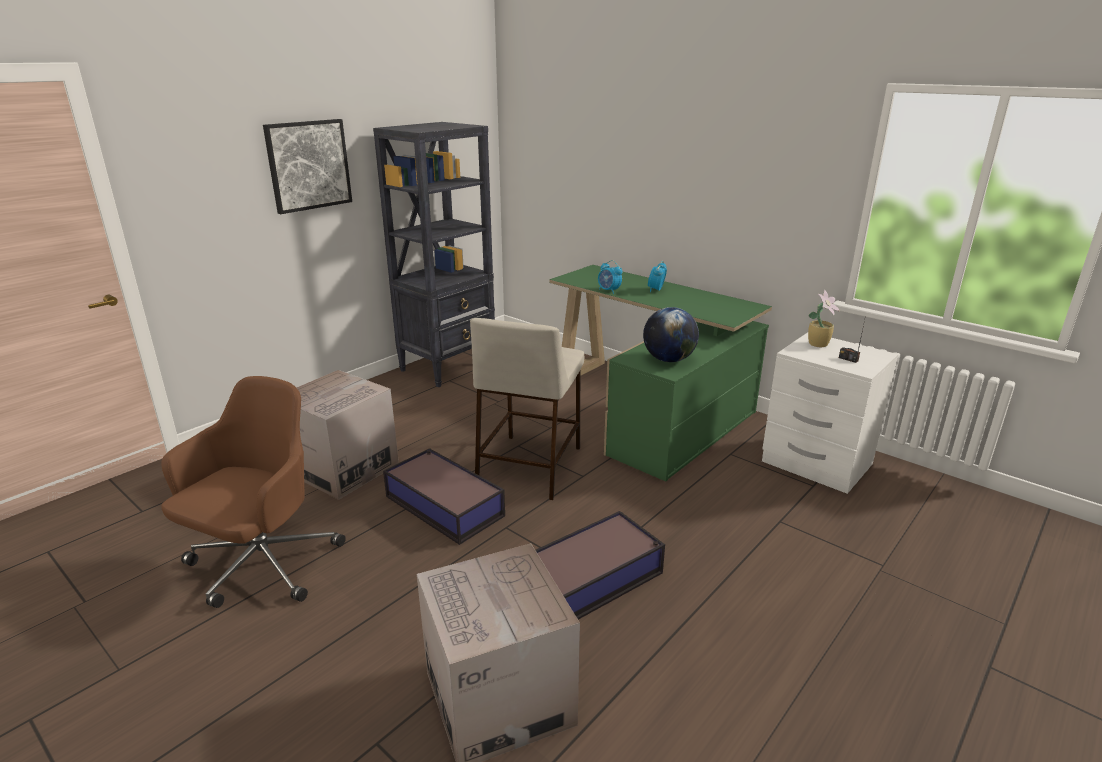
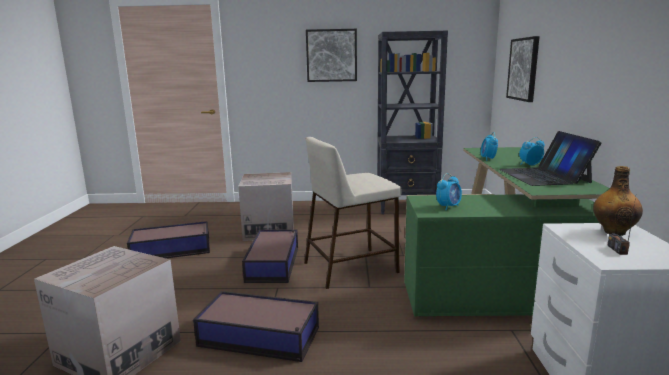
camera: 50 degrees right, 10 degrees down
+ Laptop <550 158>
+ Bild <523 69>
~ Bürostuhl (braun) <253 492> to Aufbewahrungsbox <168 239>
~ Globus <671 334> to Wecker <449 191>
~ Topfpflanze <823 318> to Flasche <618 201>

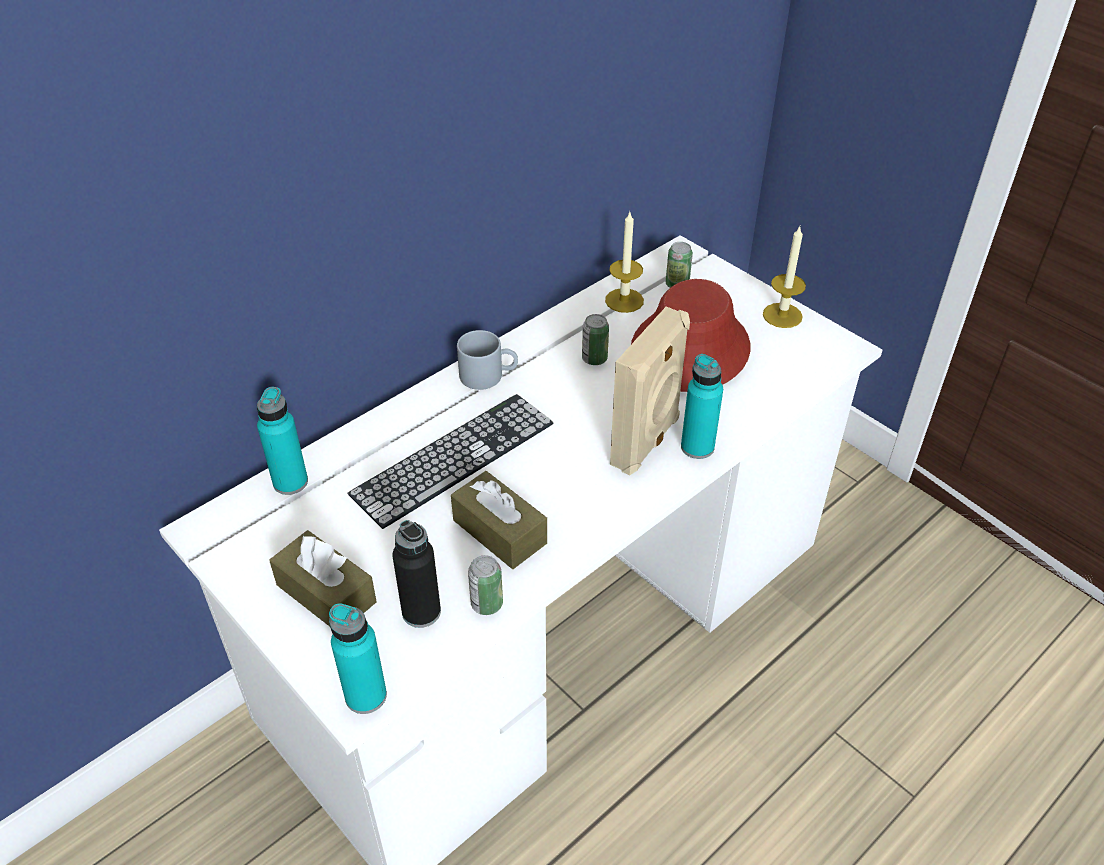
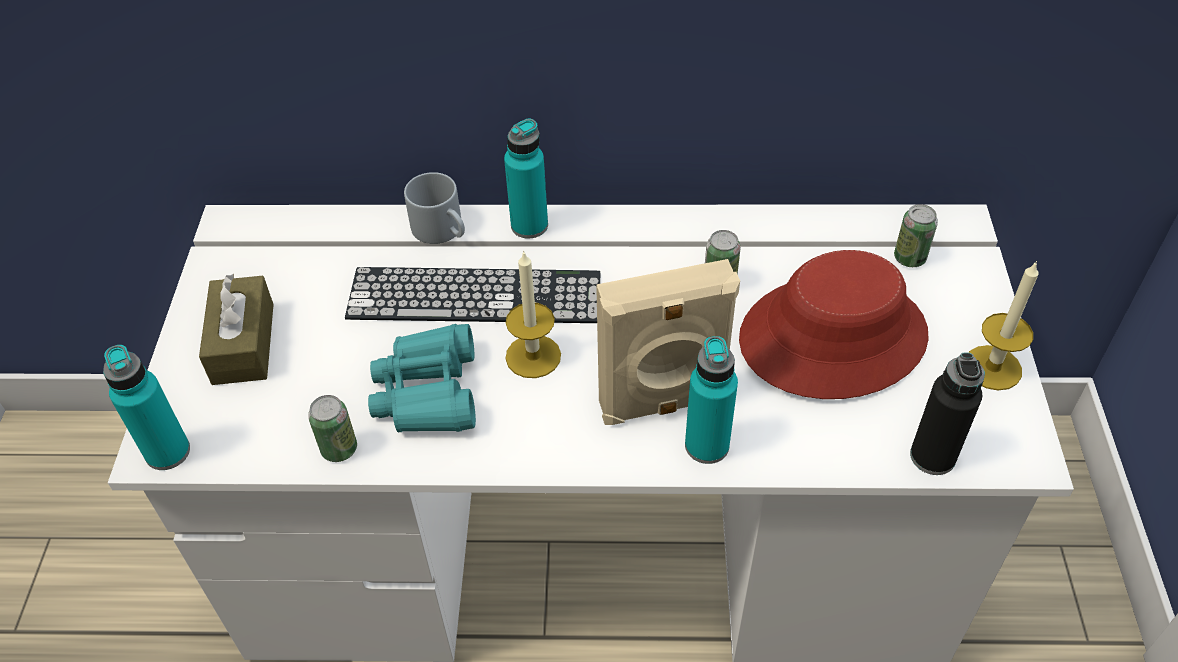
camera: 45 degrees right, 5 degrees up
~ Flasche (türkis) <282 441> to <526 179>
~ Flasche (schwarz) <416 574> to <947 414>
~ Henkelbecher (grau) <487 360> to <434 208>
~ Kerze <624 262> to <533 314>
~ Taschentuchbox (braun) <499 520> to Fernglas (türkis) <422 378>

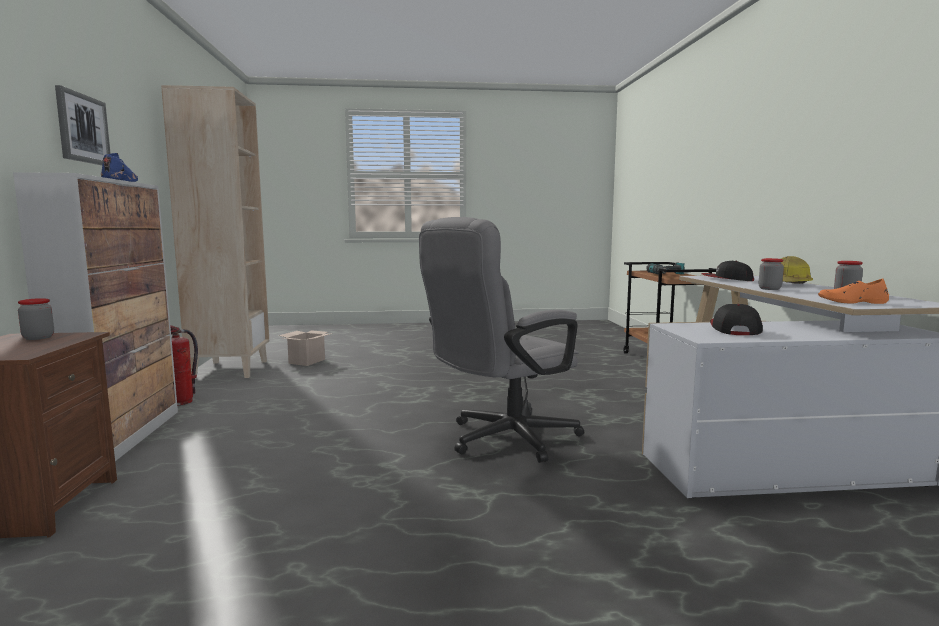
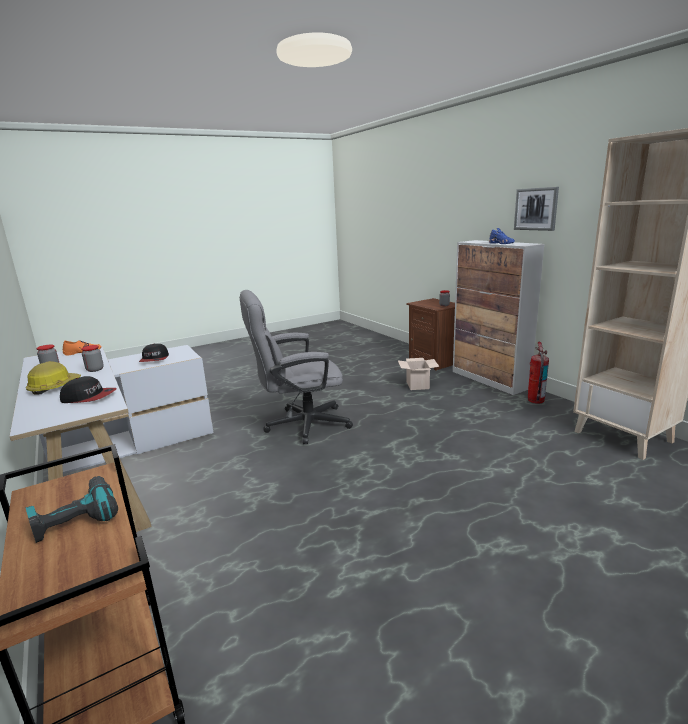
camera: 155 degrees right, 10 degrees up
~ Karton <305 348> to <418 374>
~ Bürostuhl (grau) <501 340> = <296 367> 135 degrees counterclockwise

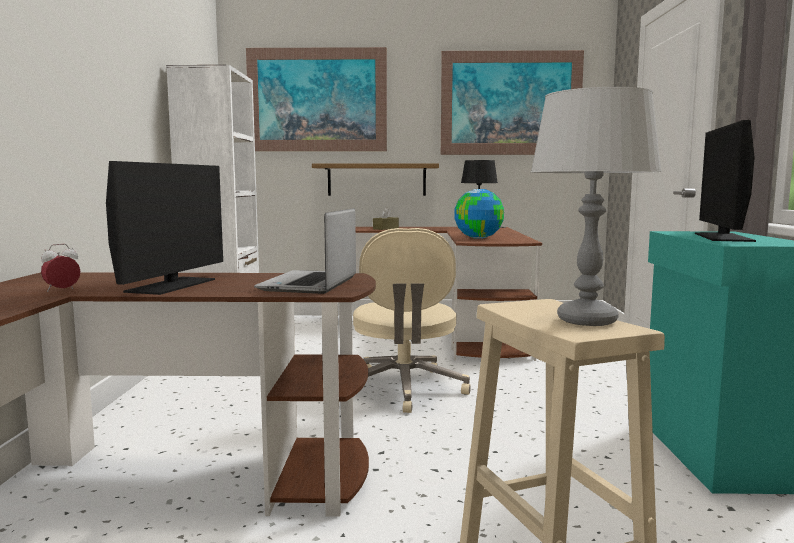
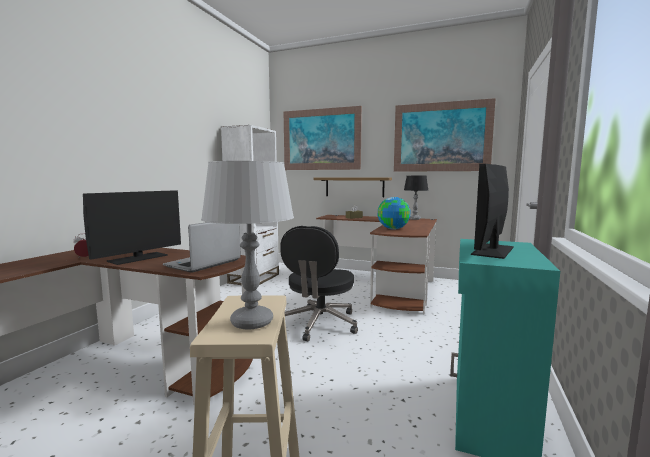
camera: 20 degrees right, 0 degrees up
~ Bürostuhl (beige) <412 320> to Bürostuhl (schwarz) <319 283>

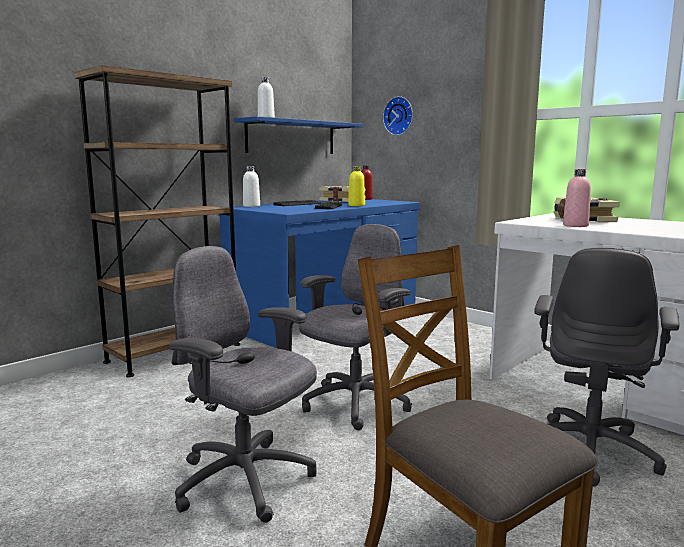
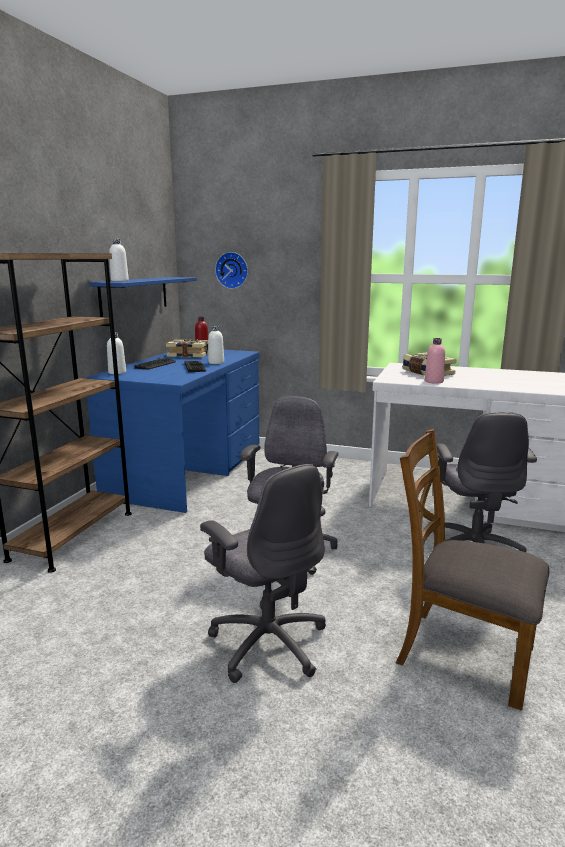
camera: 25 degrees left, 5 degrees up
~ Flasche (gelb) <356 186> to Flasche (weiß) <216 345>
~ Bürostuhl (grau) <243 384> = <263 573> 135 degrees counterclockwise

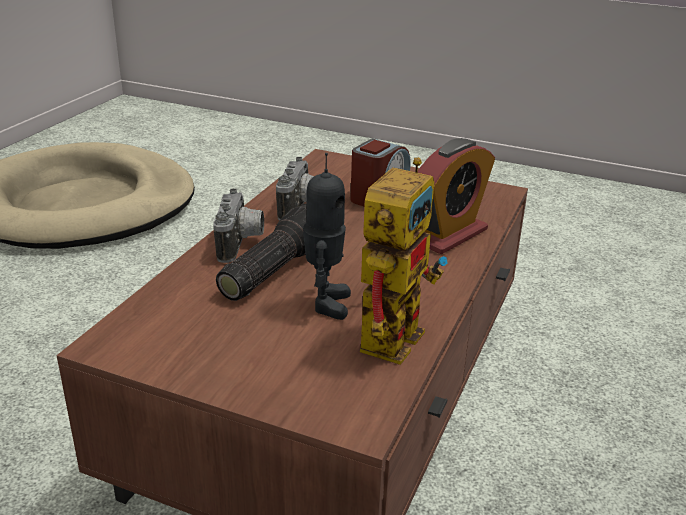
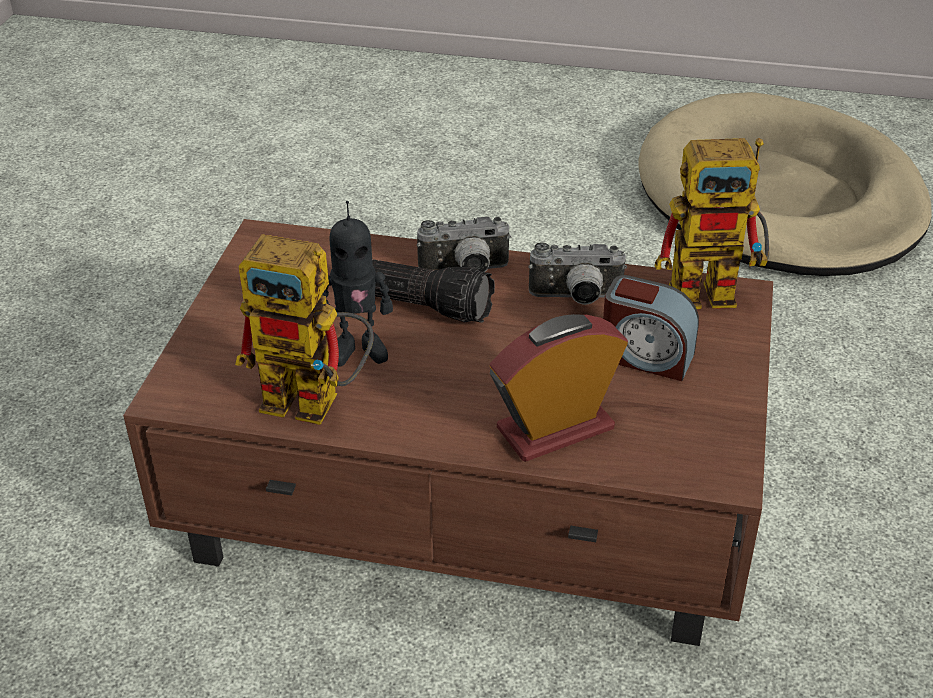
camera: 80 degrees right, 10 degrees up
+ Spielzeugroboter <712 223>
~ Wecker <456 196> = <558 388> 120 degrees clockwise

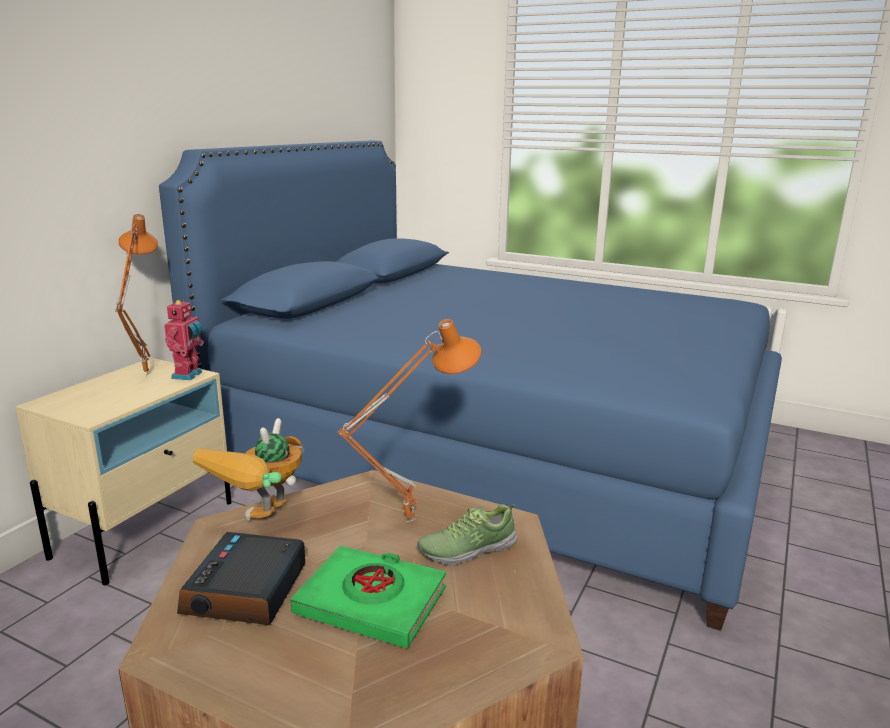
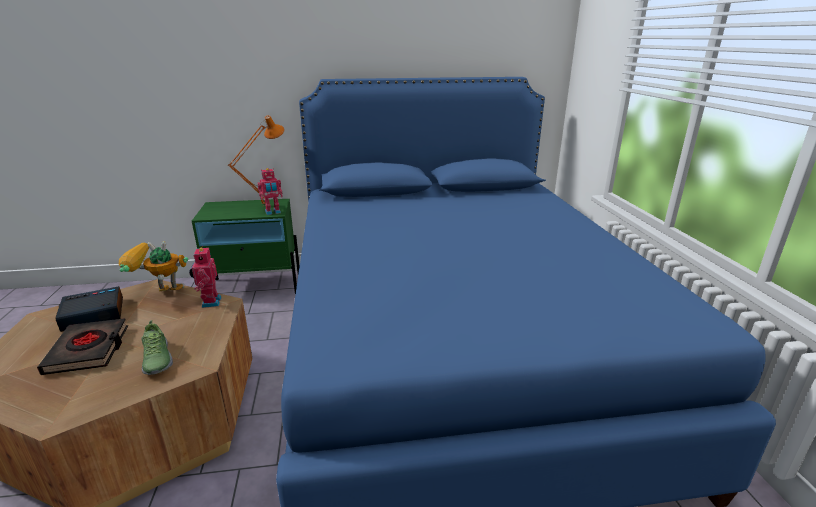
camera: 55 degrees right, 5 degrees up
- Tischlampe (orange) <409 420>
+ Spielzeugroboter <205 277>
~ Nachttisch (beige) <123 471> to Nachttisch (grün) <245 246>
~ Buch (grün) <368 597> to Buch (schwarz) <82 346>
~ Schuh <467 534> = <157 347> 150 degrees counterclockwise

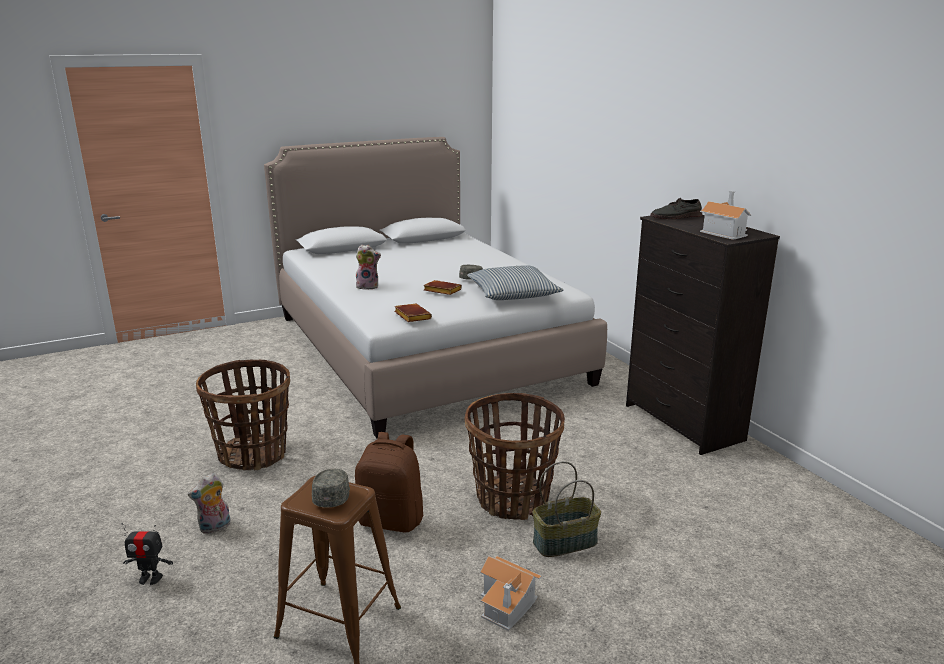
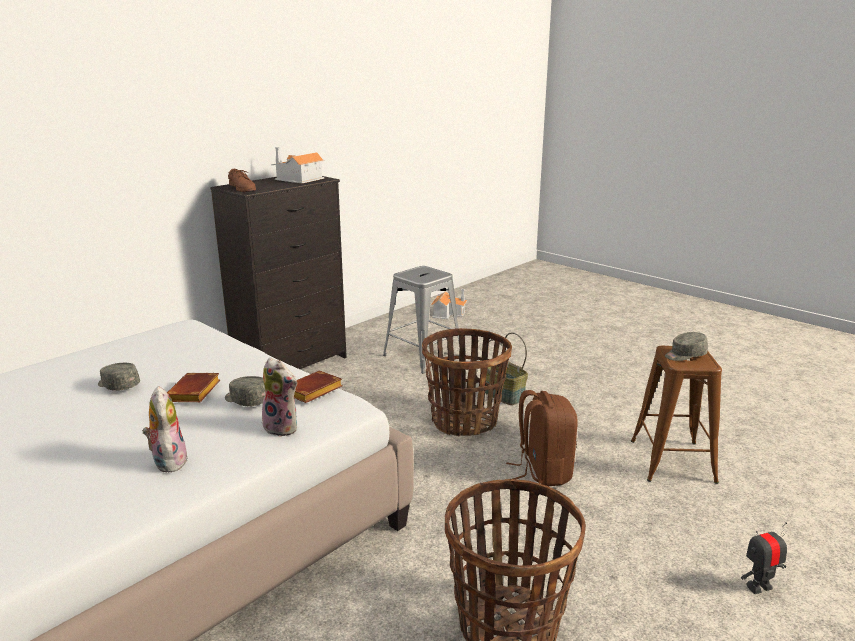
camera: 110 degrees left, 0 degrees up
- Kissen <515 282>
+ Kappe (grau) <245 391>
+ Hocker (grau) <421 319>
~ Plüschtier <209 503> to <279 397>
~ Spielzeughaus <511 593> to <449 304>
~ Schuh (grau) <676 208> to Schuh (braun) <242 180>
~ Spielzeugroboter <147 554> = <764 558> 90 degrees counterclockwise

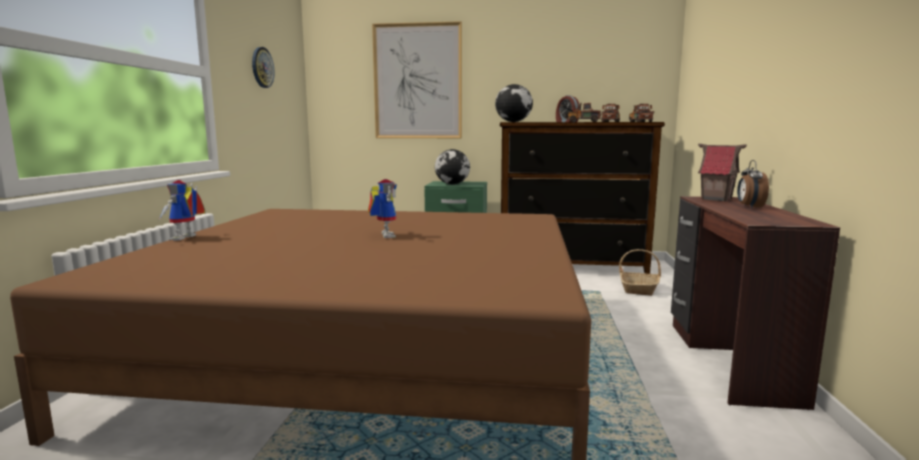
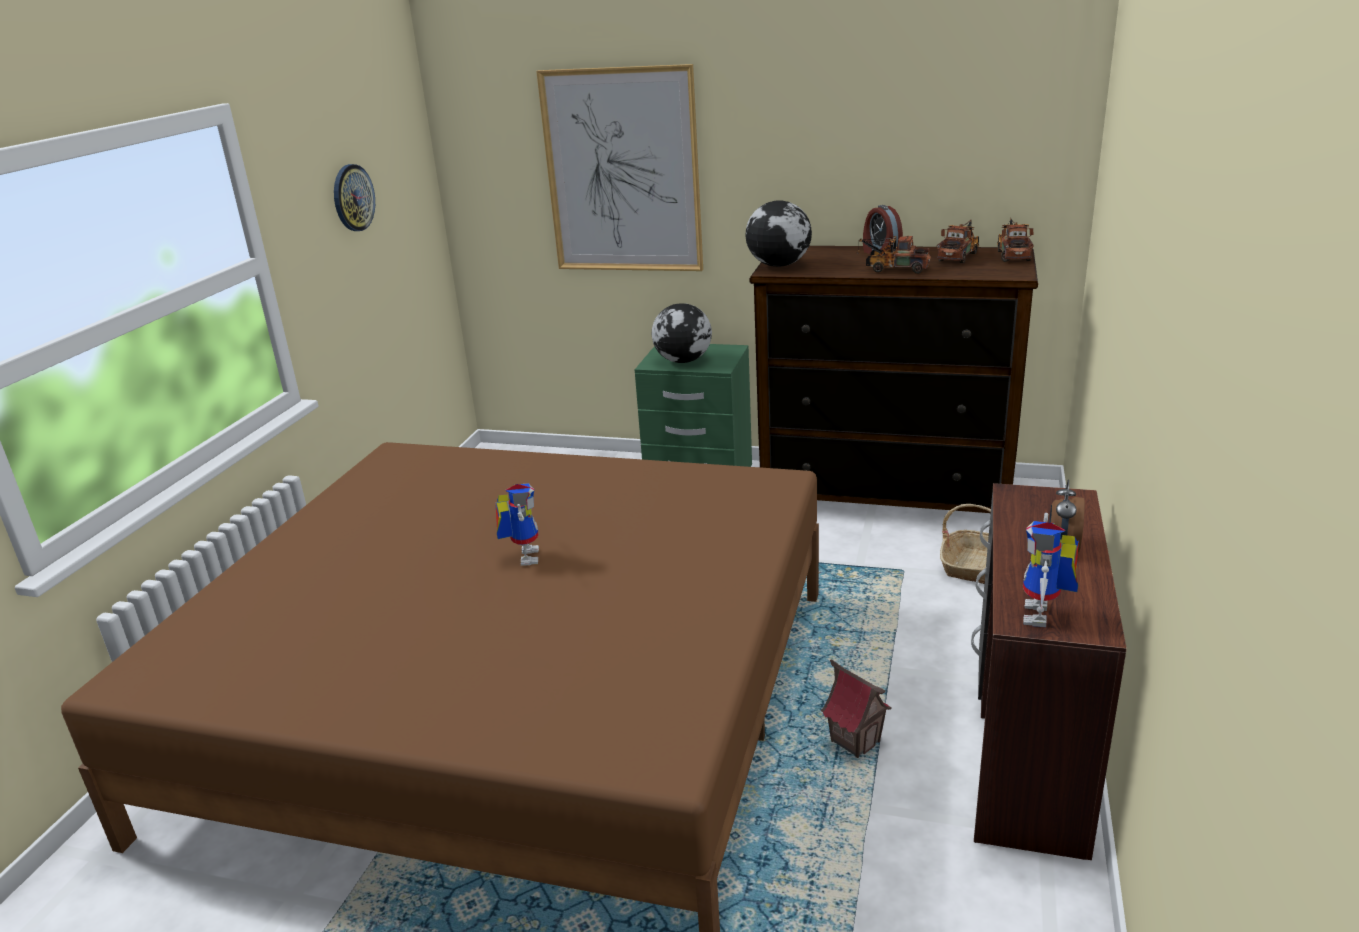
camera: 10 degrees right, 15 degrees up
~ Spielzeugroboter <181 210> to <1051 570>
~ Spielzeughaus <722 172> to <856 708>

